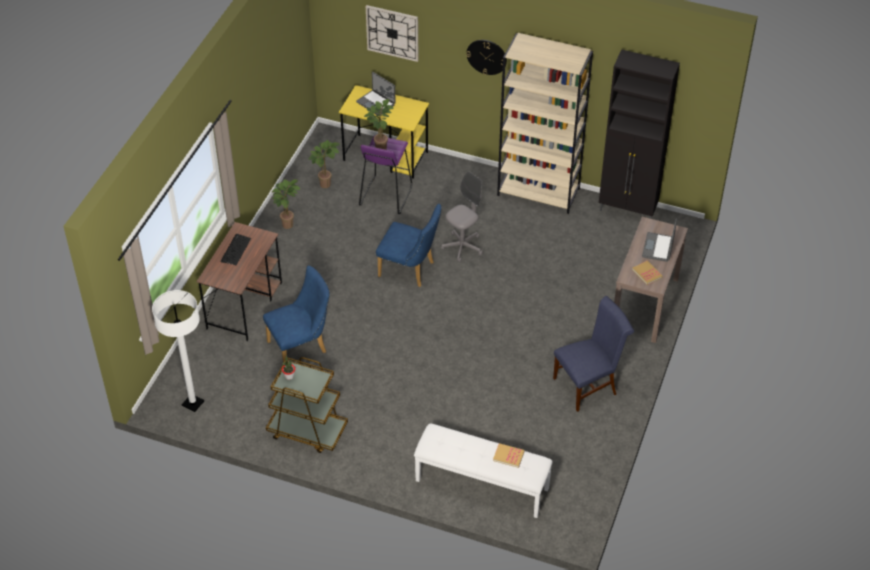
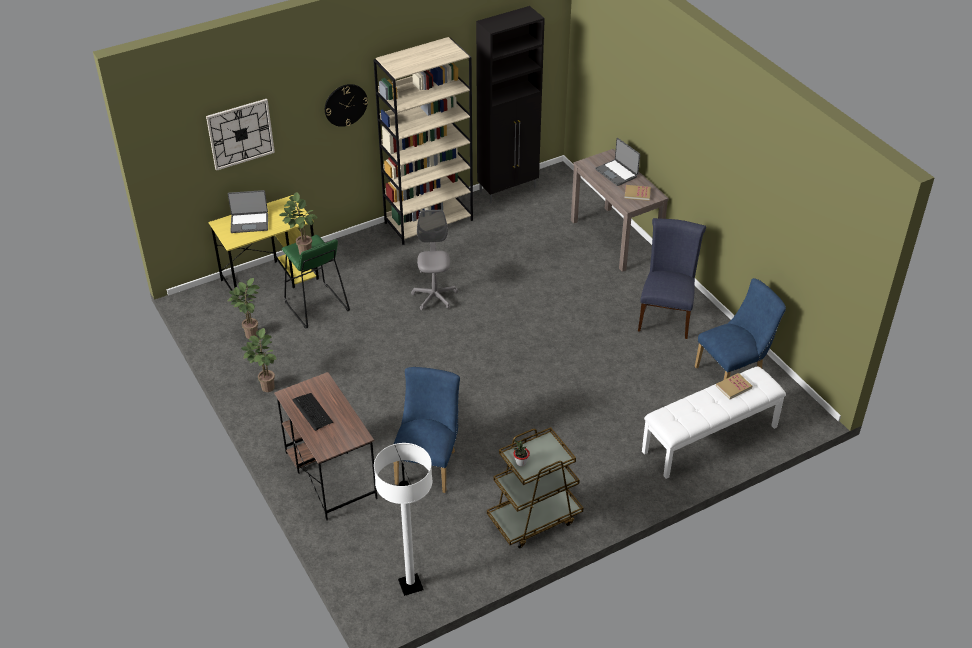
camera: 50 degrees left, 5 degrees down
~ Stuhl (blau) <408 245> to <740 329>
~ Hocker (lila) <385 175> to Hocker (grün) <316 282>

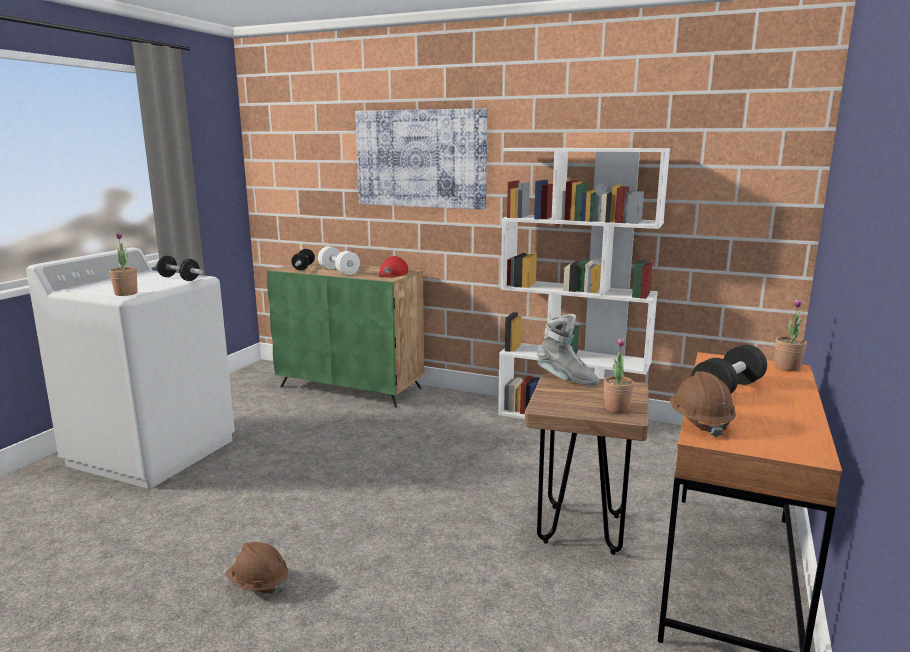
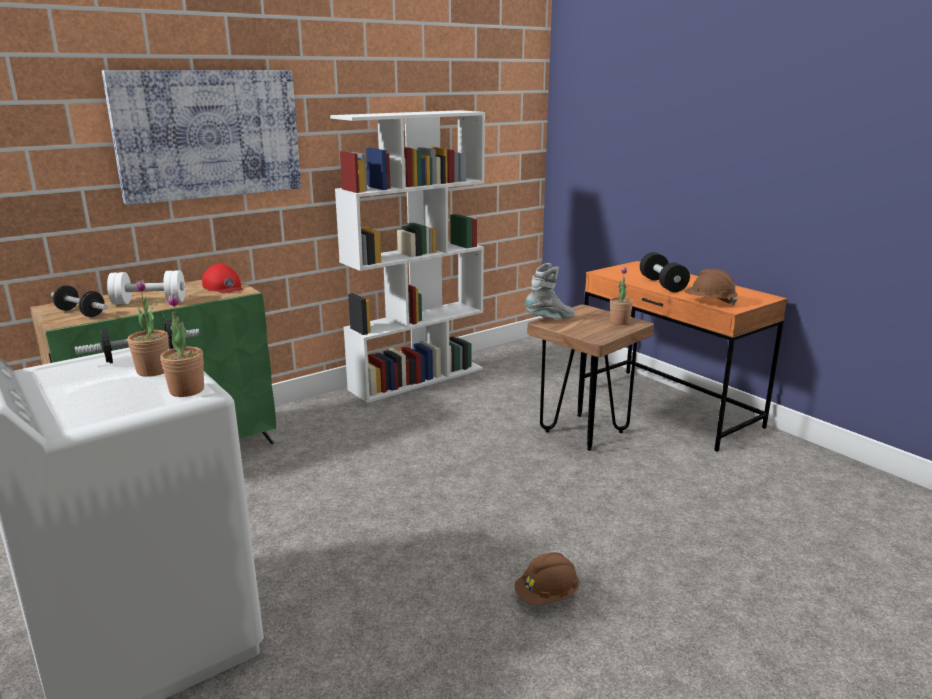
camera: 60 degrees left, 5 degrees up
~ Topfpflanze <791 335> to <148 328>

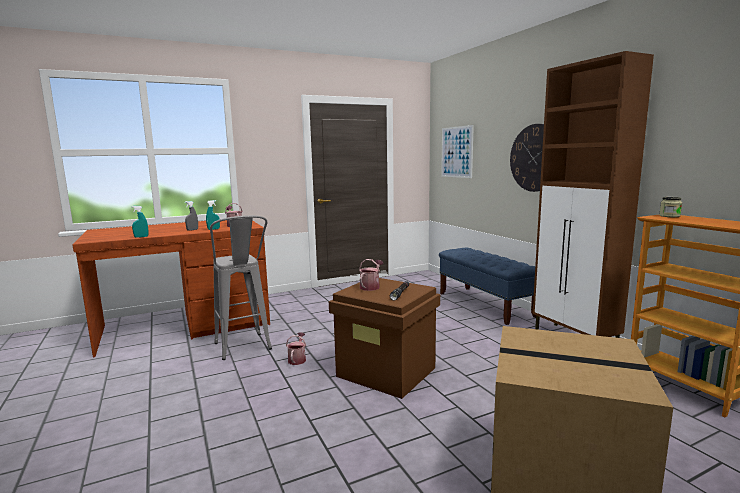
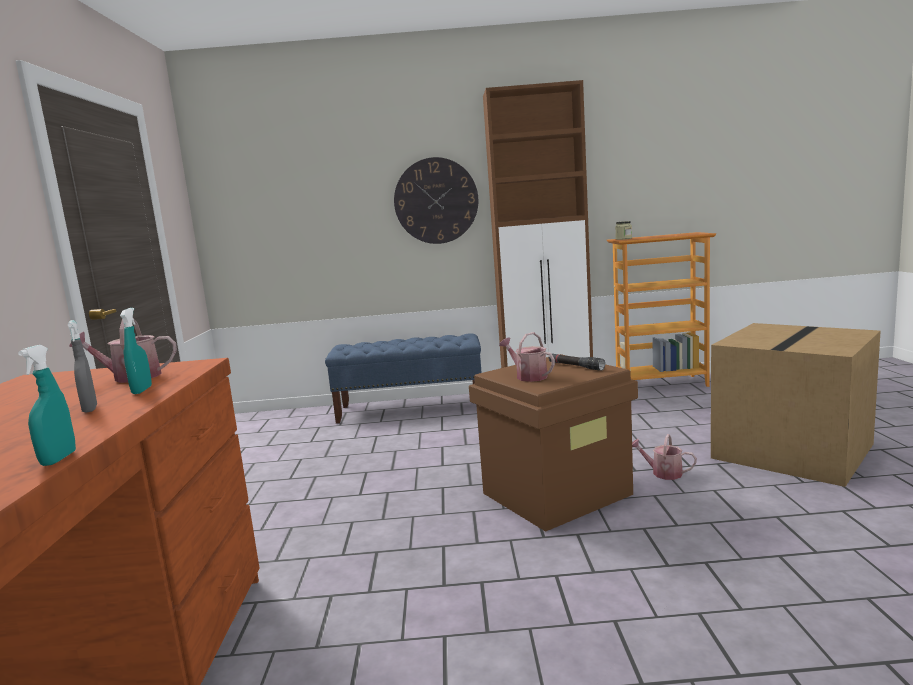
camera: 65 degrees left, 0 degrees up
- Hocker (grau) <241 287>
- Bild <457 151>
~ Gießkanne <296 348> to <664 457>

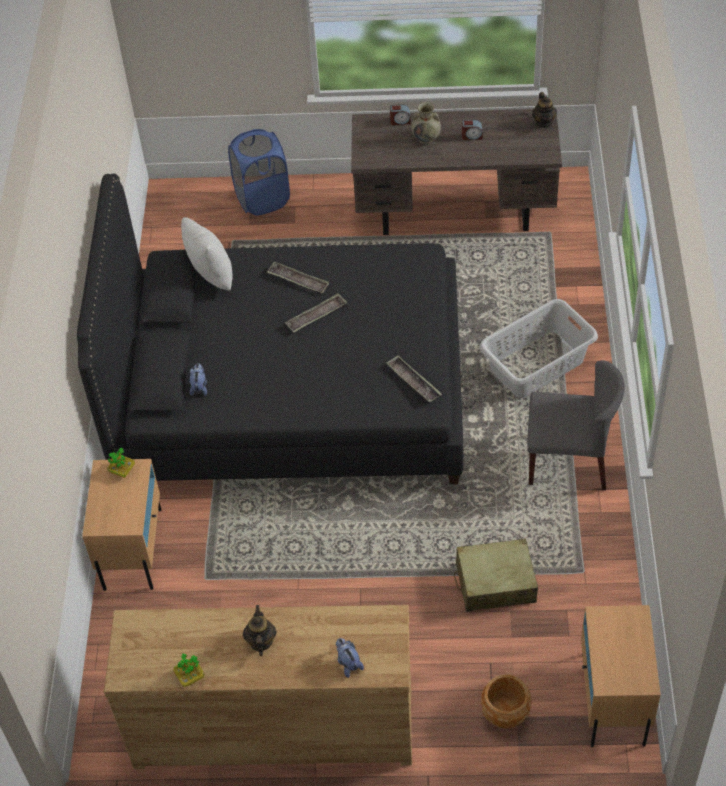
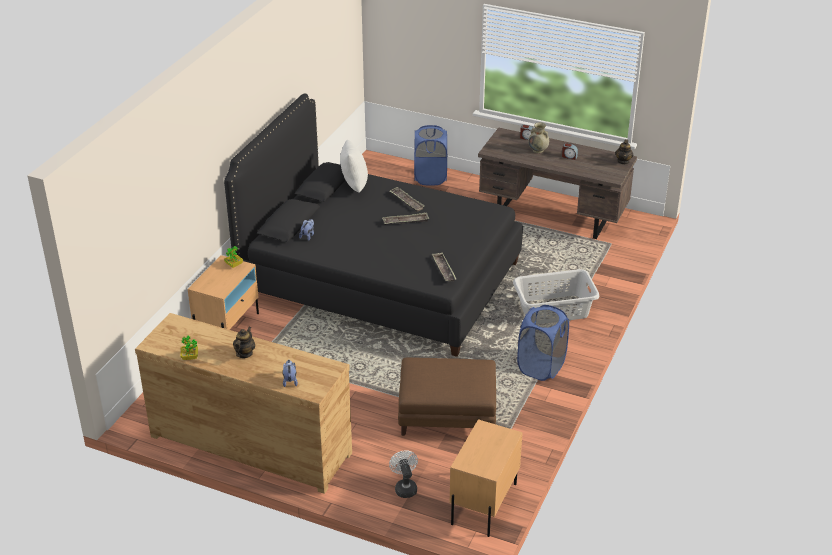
camera: 20 degrees right, 15 degrees down
~ Koffer (beige) <496 575> to Polsterhocker (braun) <447 396>
~ Pflanzkübel (braun) <506 702> to Ventilator (weiß) <403 474>
~ Stuhl (grau) <576 425> to Wäschekorb (blau) <543 343>

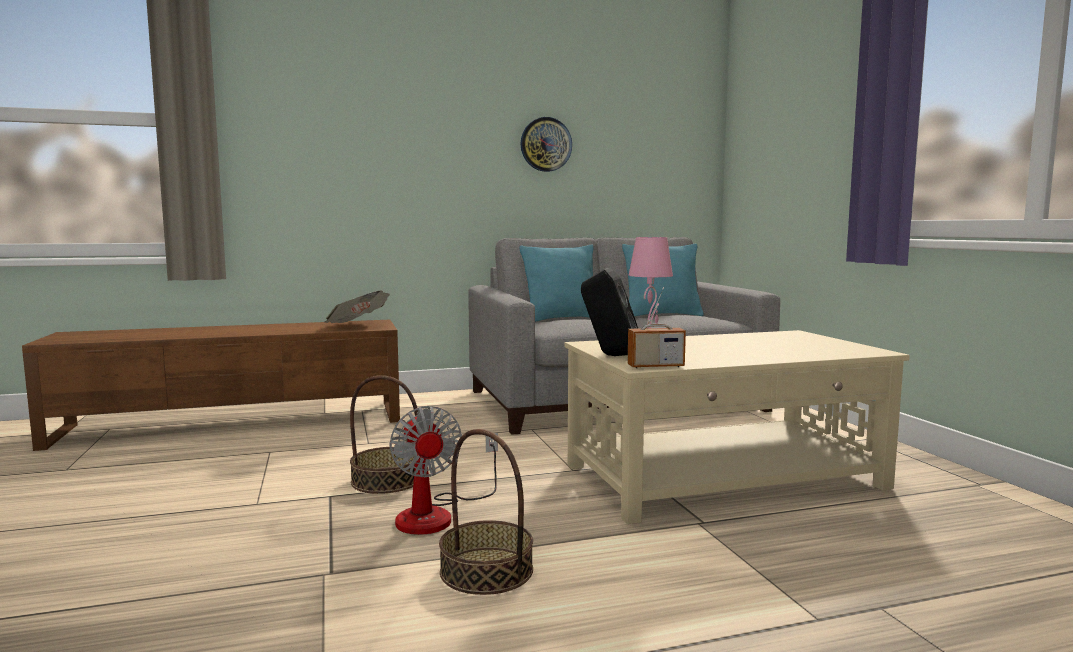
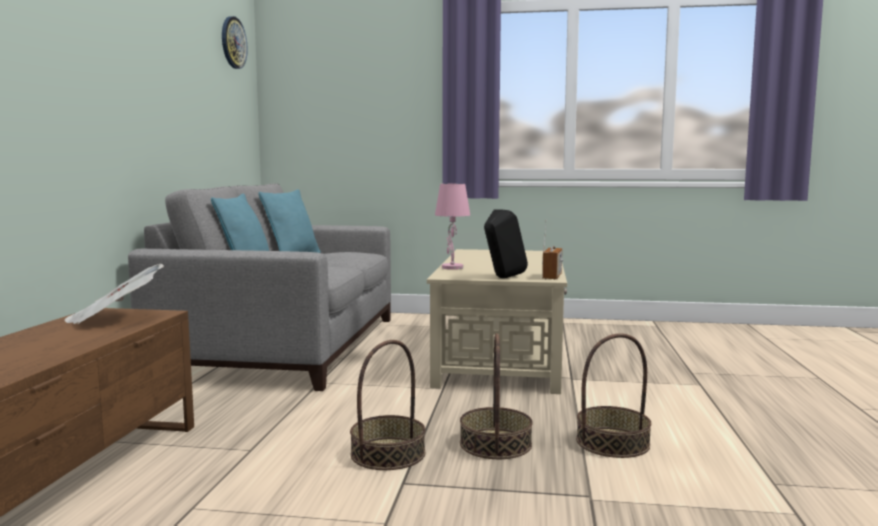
camera: 65 degrees left, 0 degrees up
~ Wanduhr <546 144> to <235 42>
~ Ventilator <443 470> to Korb <496 396>

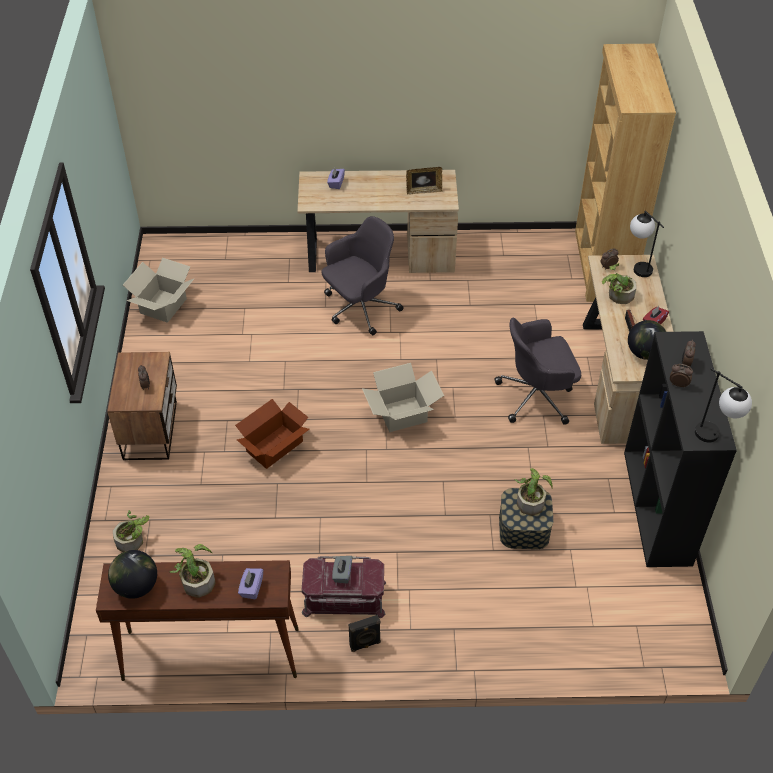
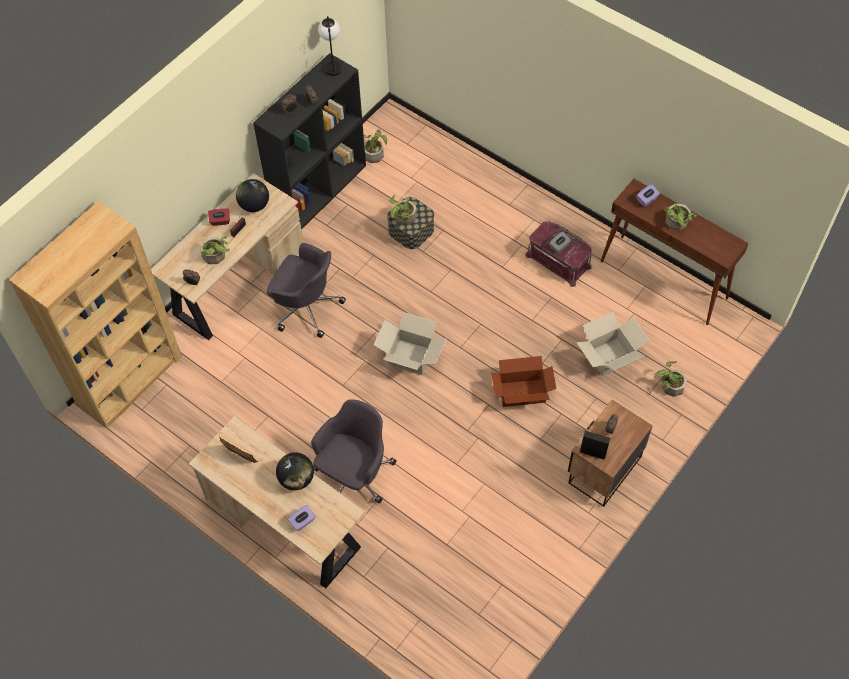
camera: 140 degrees left, 10 degrees up
- Tischlampe <647 244>
+ Topfpflanze <375 146>
~ Globus <132 574> to <295 471>
~ Karton <158 290> to <613 343>
~ Lautsprecher (schwarz) <365 633> to <595 445>
~ Bürostuhl (grau) <362 275> = <354 452> 120 degrees clockwise

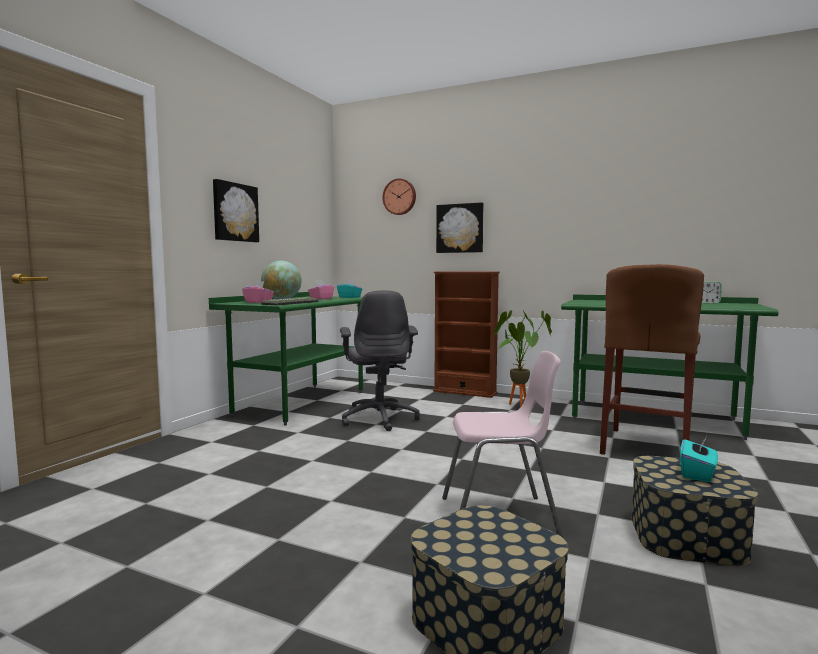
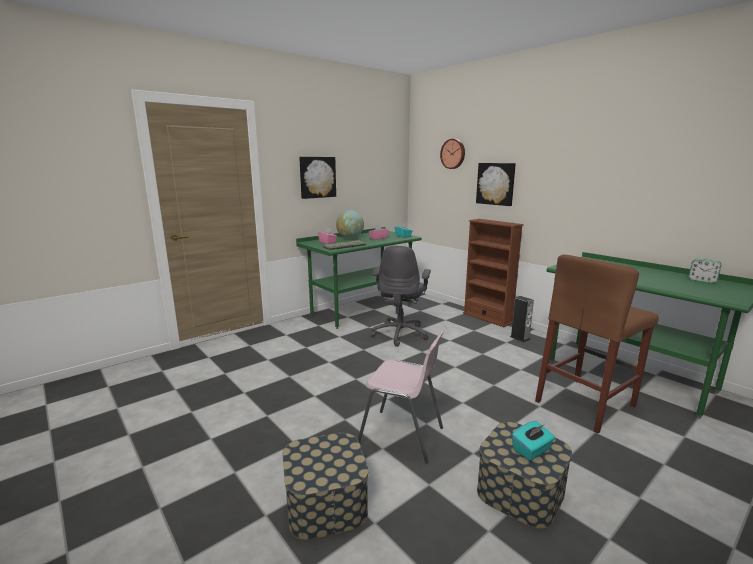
camera: 25 degrees right, 10 degrees up
~ Topfpflanze <523 359> to Lautsprecher <522 319>

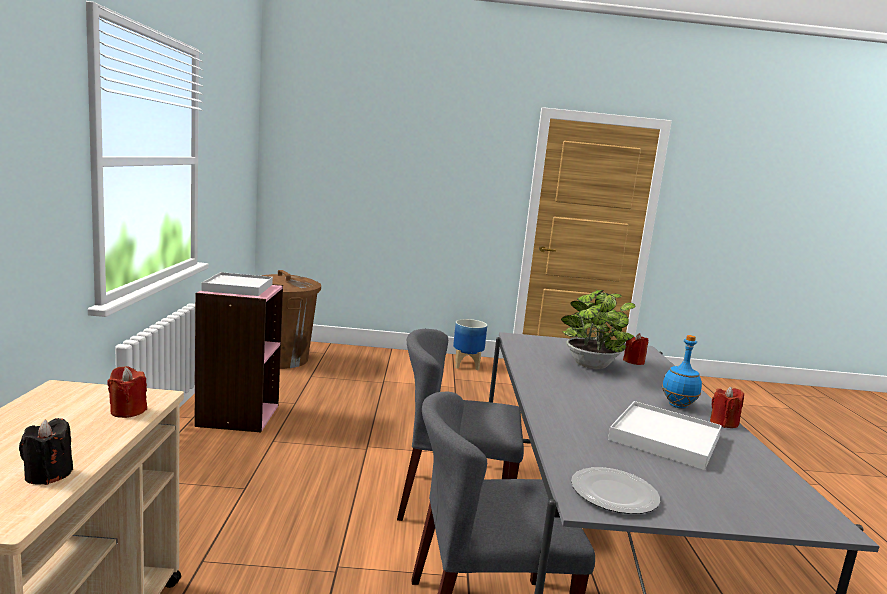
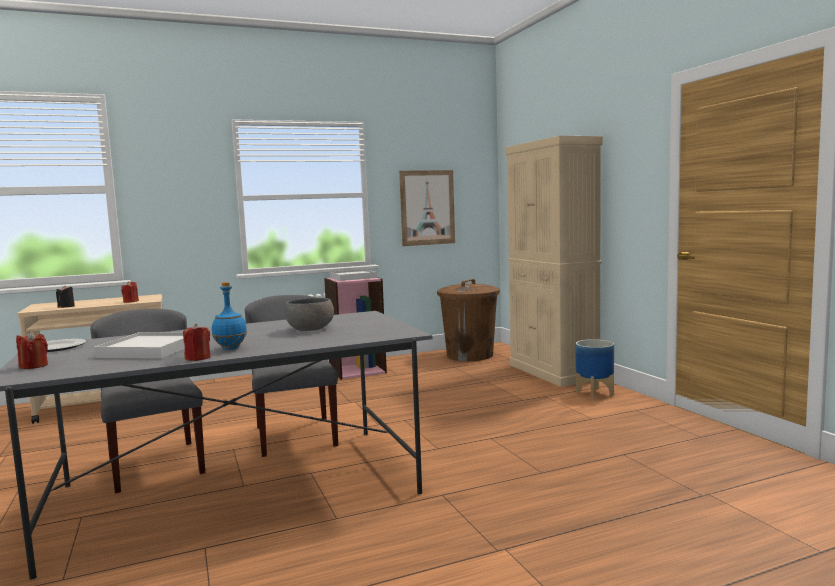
camera: 70 degrees right, 5 degrees down
+ Bild <427 208>
+ Schrank (beige) <554 261>
~ Kerze (rot) <636 349> to <32 350>
~ Topfpflanze <598 329> to Schüssel (grau) <309 314>

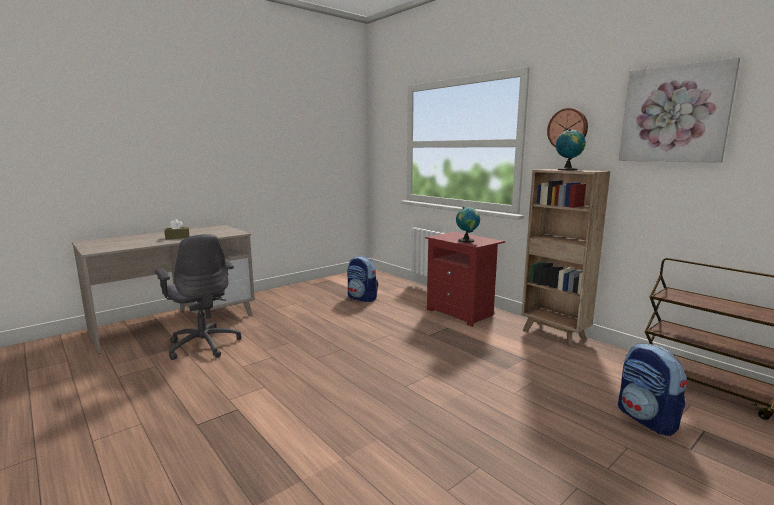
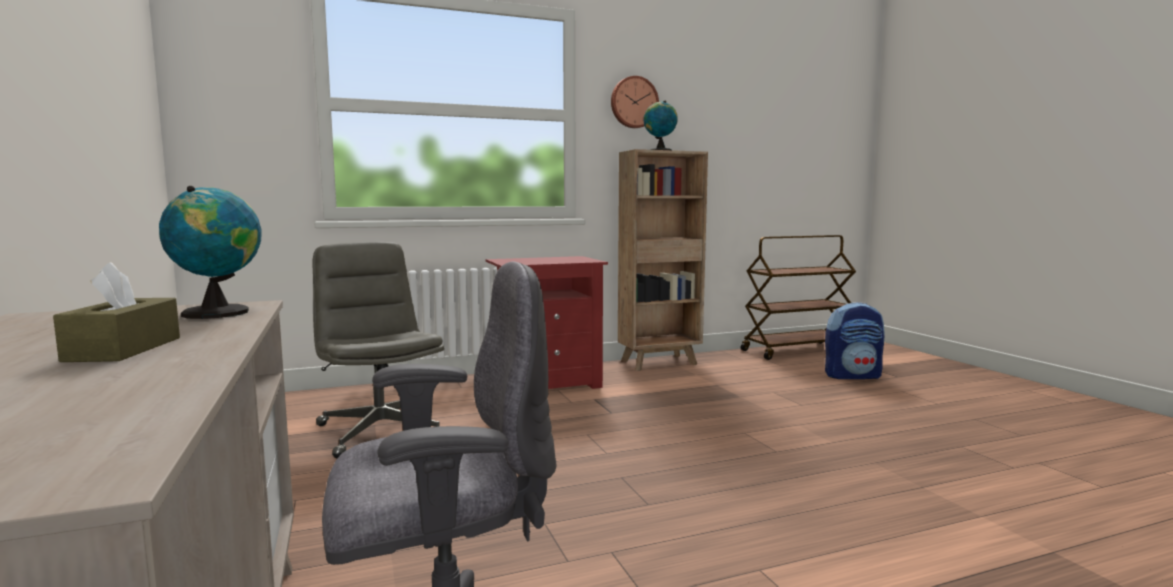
camera: 70 degrees left, 5 degrees down
- Bild <679 110>
~ Globus <468 225> to <210 252>
~ Rucksack <362 279> to Bürostuhl (grau) <378 350>

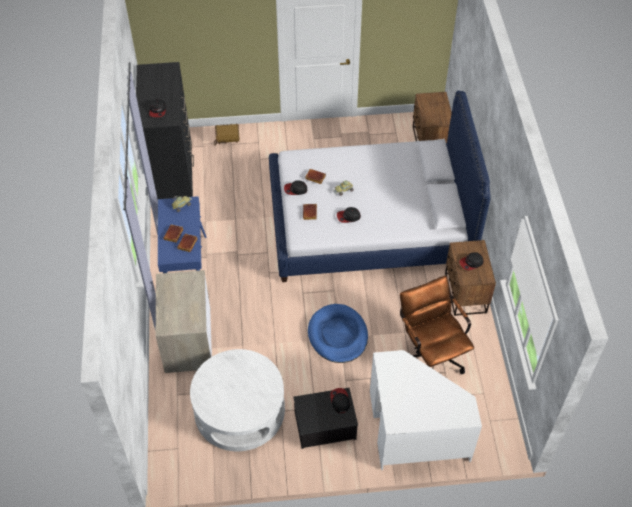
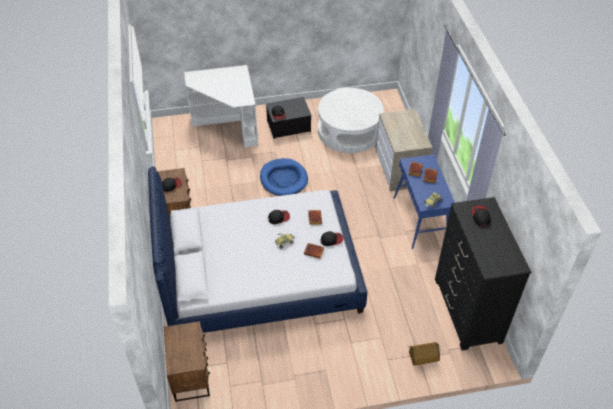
camera: 175 degrees right, 5 degrees down
- Bürostuhl (braun) <437 325>

